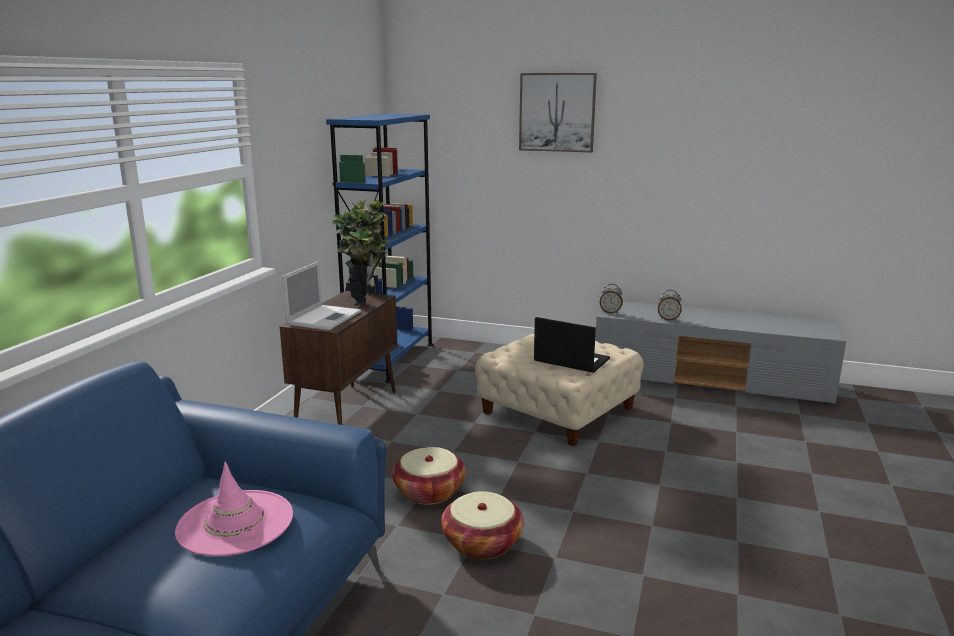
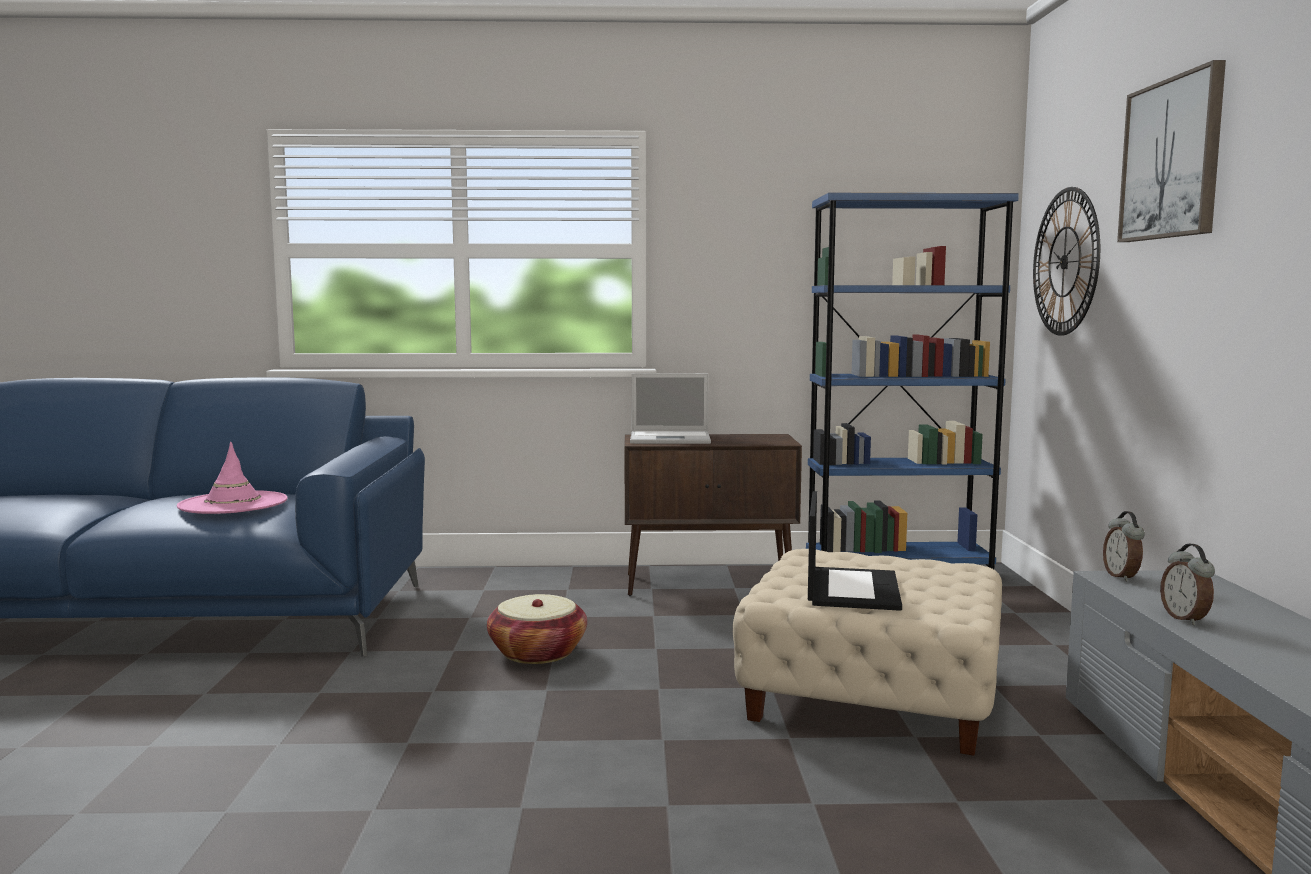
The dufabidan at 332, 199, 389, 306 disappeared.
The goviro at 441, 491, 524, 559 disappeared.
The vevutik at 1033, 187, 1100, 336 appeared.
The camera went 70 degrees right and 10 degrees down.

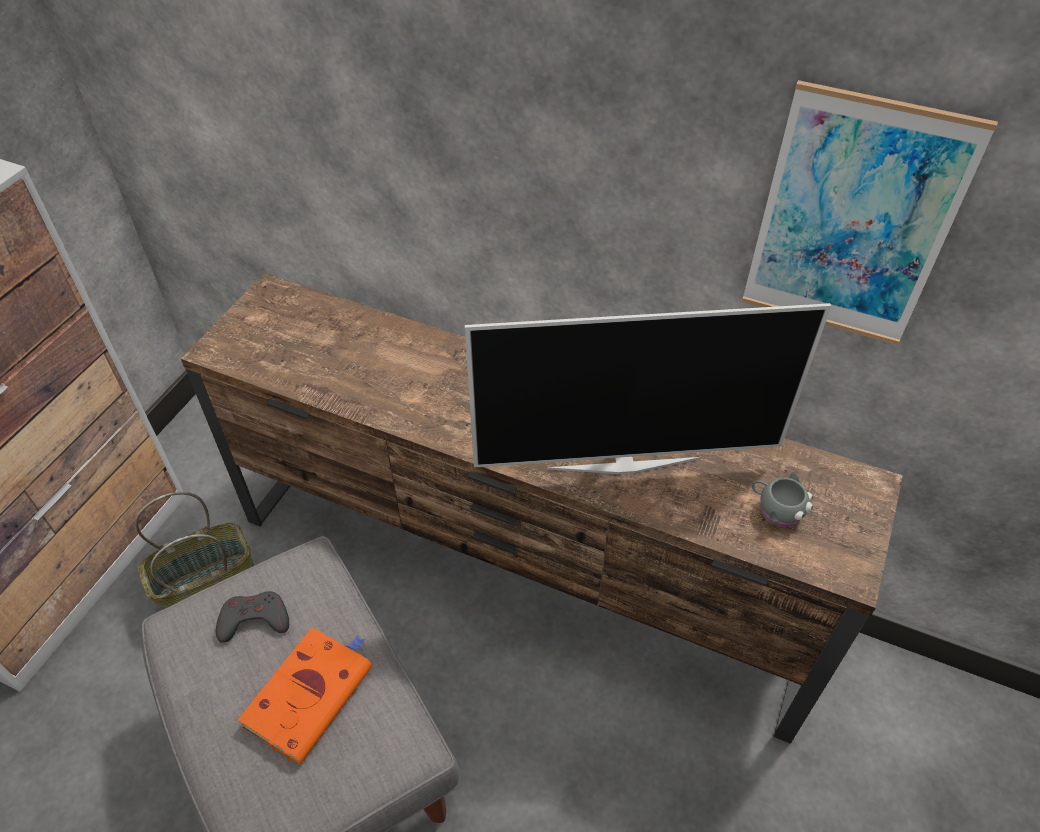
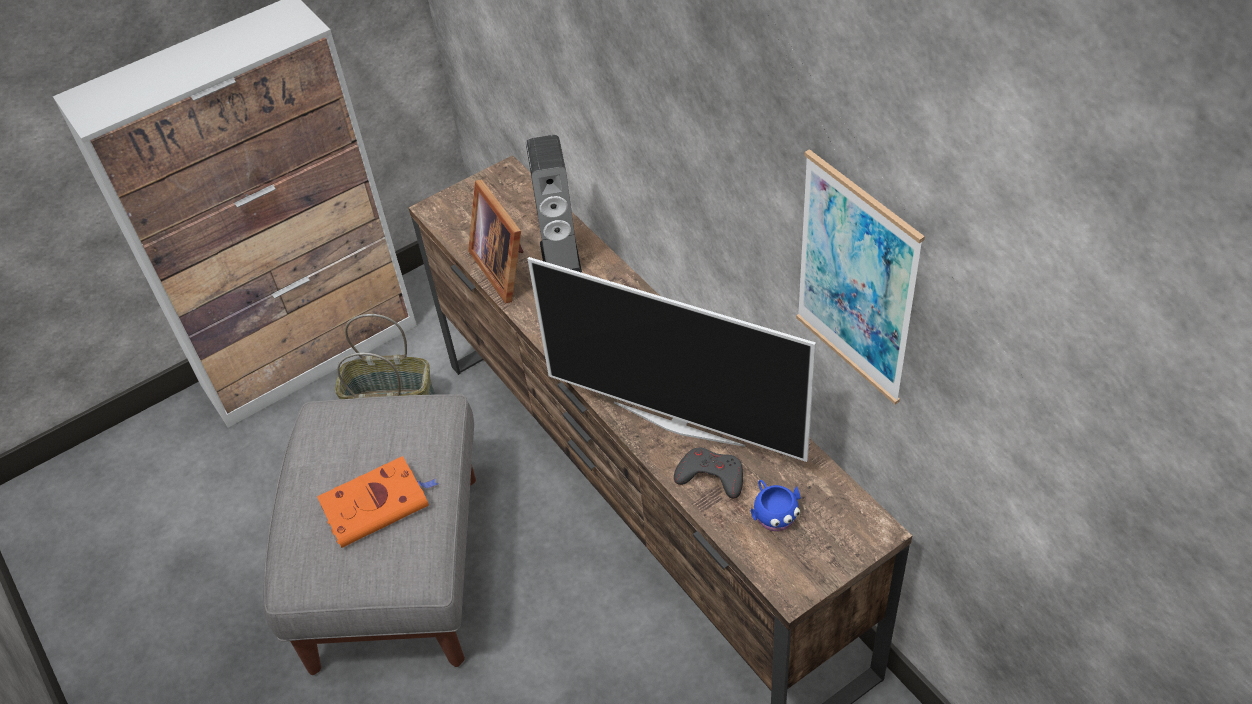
The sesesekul at 468, 179, 523, 303 appeared.
The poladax at 526, 135, 582, 273 appeared.
The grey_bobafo moved from 216, 591, 289, 643 to 674, 448, 743, 499.
The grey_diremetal at 752, 472, 813, 527 became the blue_diremetal at 751, 480, 801, 532.
The camera went 35 degrees right and 0 degrees up.

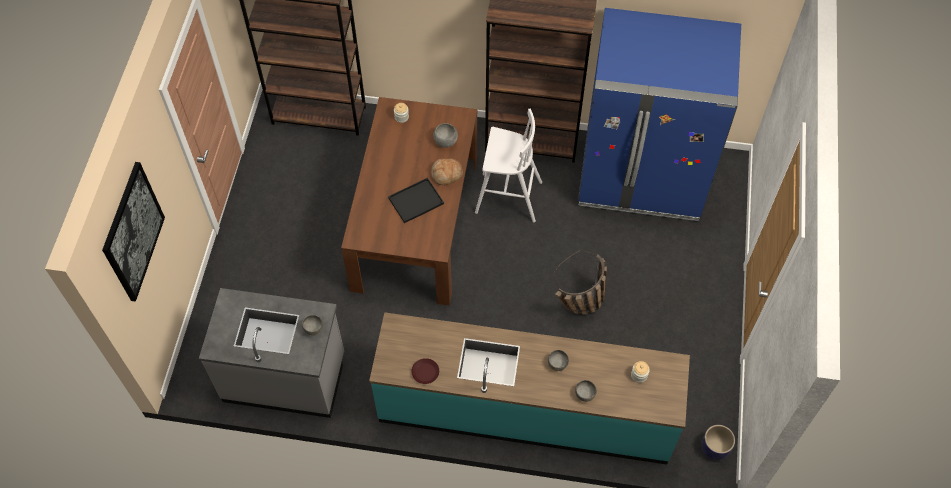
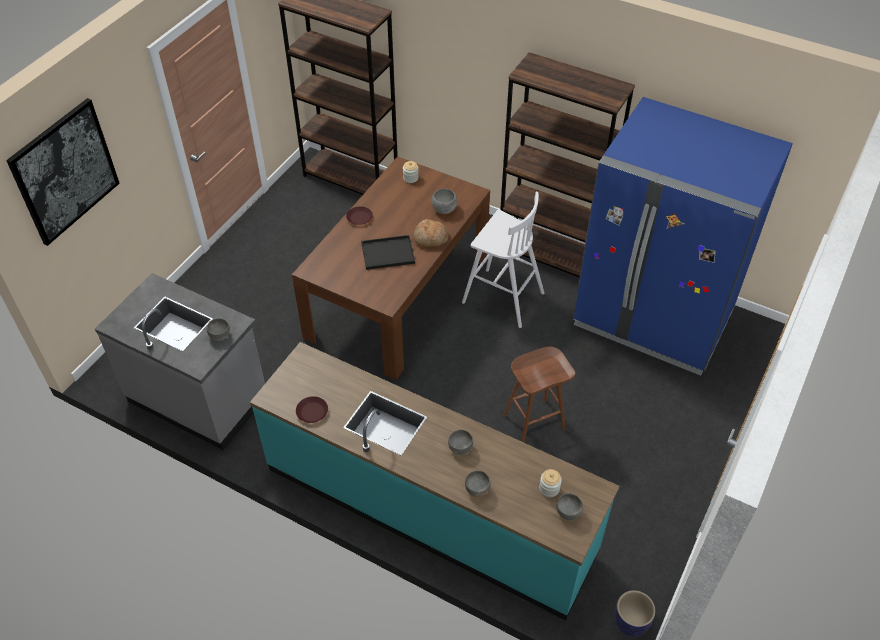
The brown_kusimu at 346, 206, 373, 225 appeared.
The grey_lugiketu at 556, 493, 583, 520 appeared.
The goviro at 553, 249, 607, 315 was replaced by the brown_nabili at 503, 347, 575, 442.
The camera went 20 degrees right and 10 degrees down.

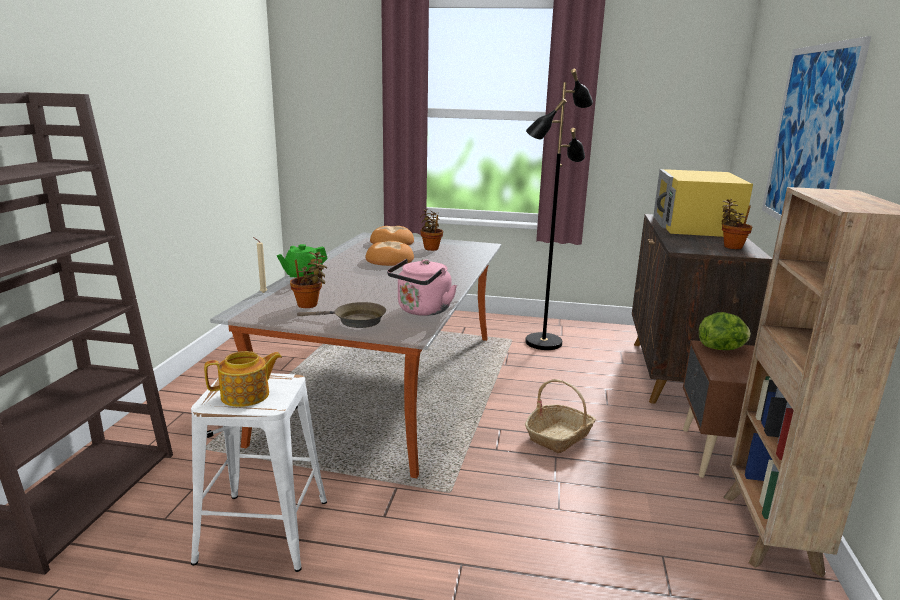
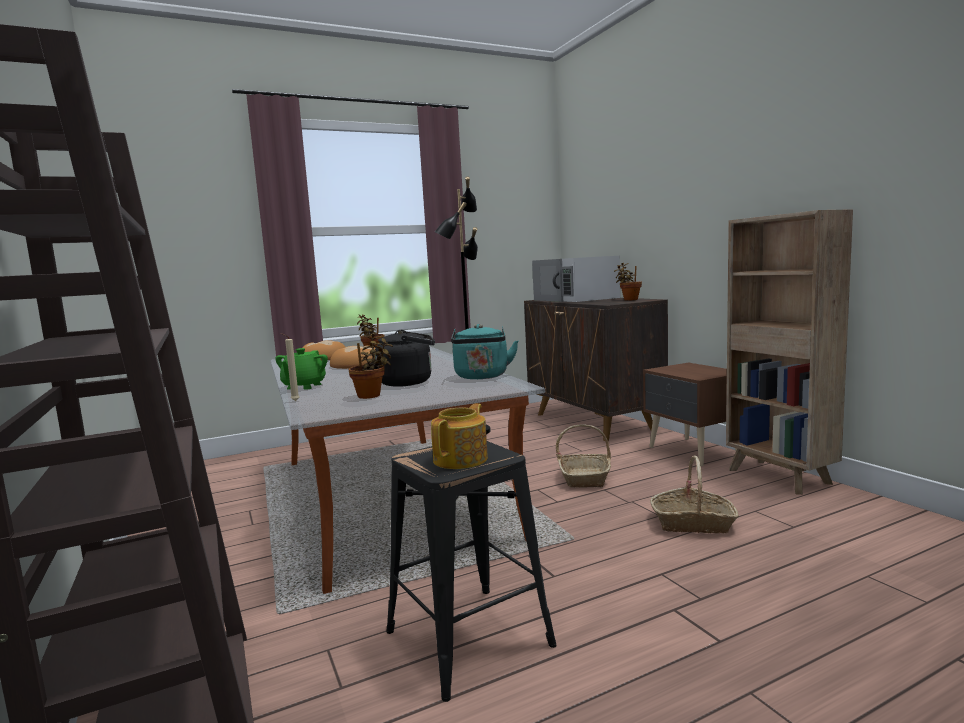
The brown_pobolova at 297, 302, 386, 328 disappeared.
The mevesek at 699, 312, 751, 350 disappeared.
The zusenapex at 762, 36, 871, 221 disappeared.
The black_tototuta at 375, 330, 435, 387 appeared.
The goviro at 650, 455, 739, 534 appeared.
The white_nabili at 191, 373, 327, 572 became the black_nabili at 386, 441, 557, 702.
The pink_tototuta at 387, 259, 457, 316 became the turquoise_tototuta at 451, 324, 518, 379.
The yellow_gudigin at 653, 169, 753, 237 became the white_gudigin at 532, 256, 620, 302.
The camera went 35 degrees left and 10 degrees down.

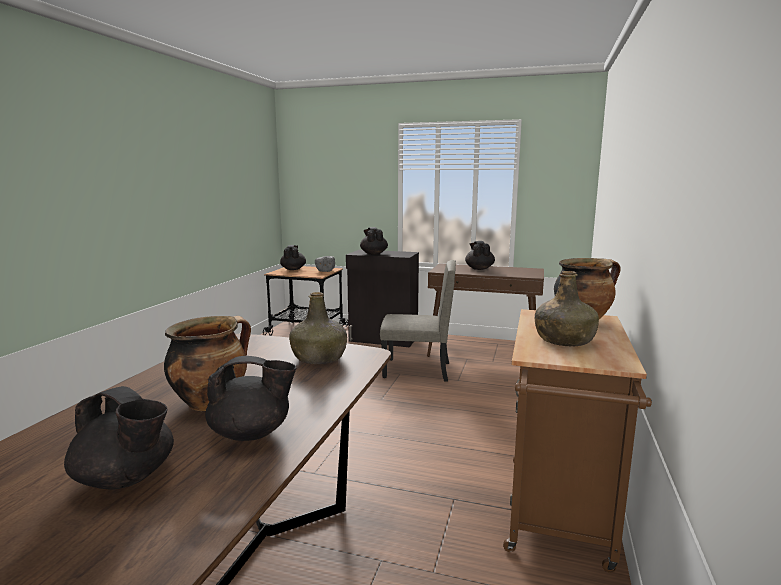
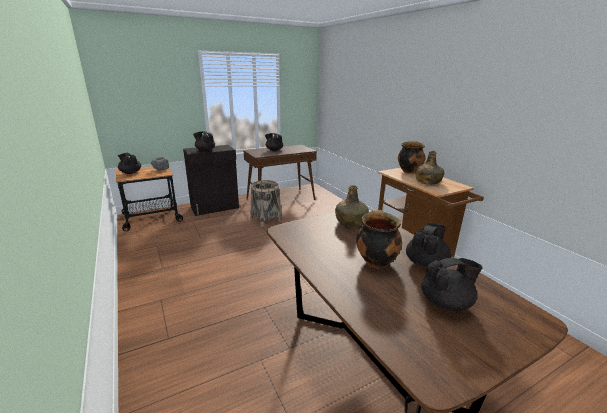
The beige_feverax at 380, 260, 456, 382 was replaced by the goviro at 250, 180, 282, 227.
The camera went 45 degrees left and 10 degrees up.

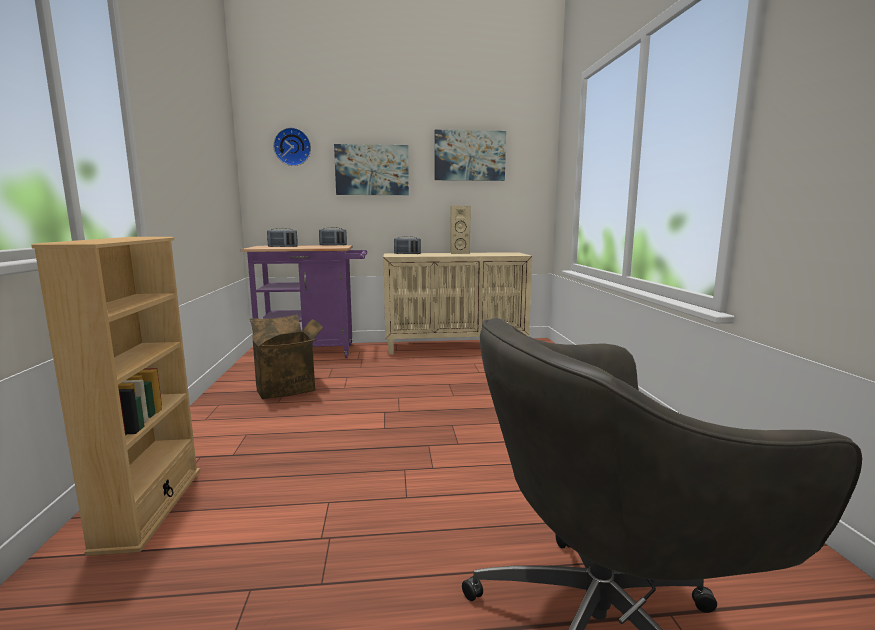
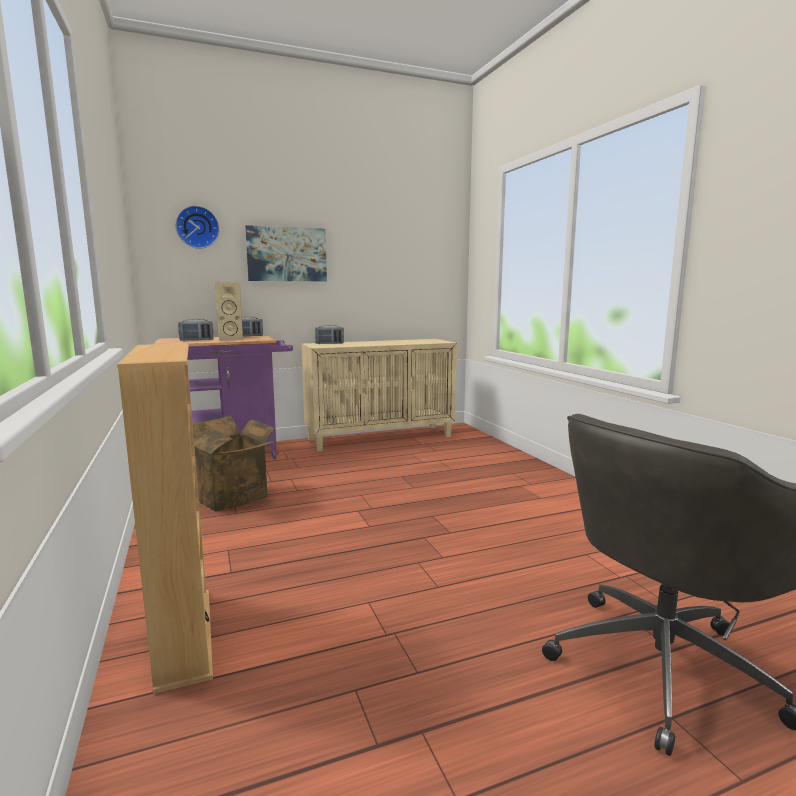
The zusenapex at 434, 130, 506, 181 disappeared.
The beige_poladax moved from 450, 206, 471, 254 to 215, 282, 243, 341.
The camera went 15 degrees left and 0 degrees up.

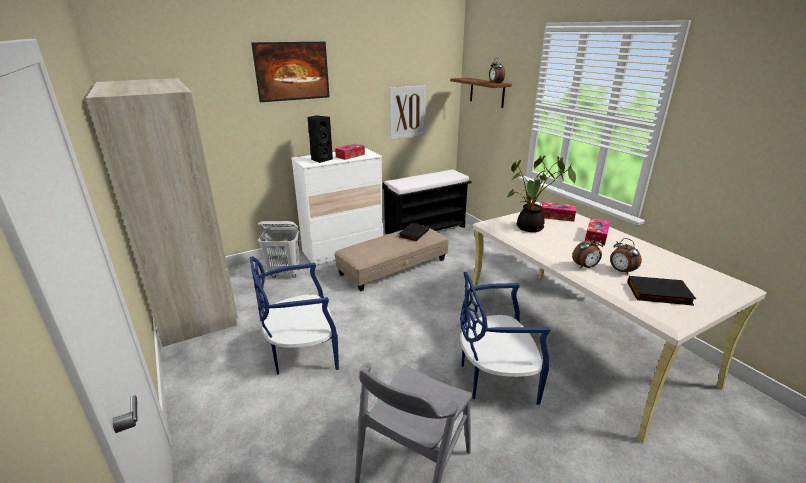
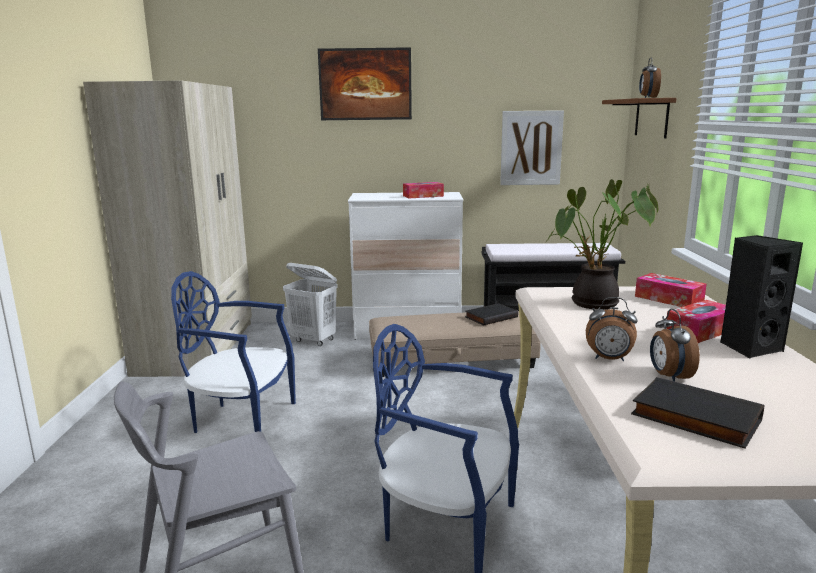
The black_poladax moved from 307, 115, 333, 163 to 720, 235, 803, 358.
The camera went 30 degrees right and 10 degrees down.

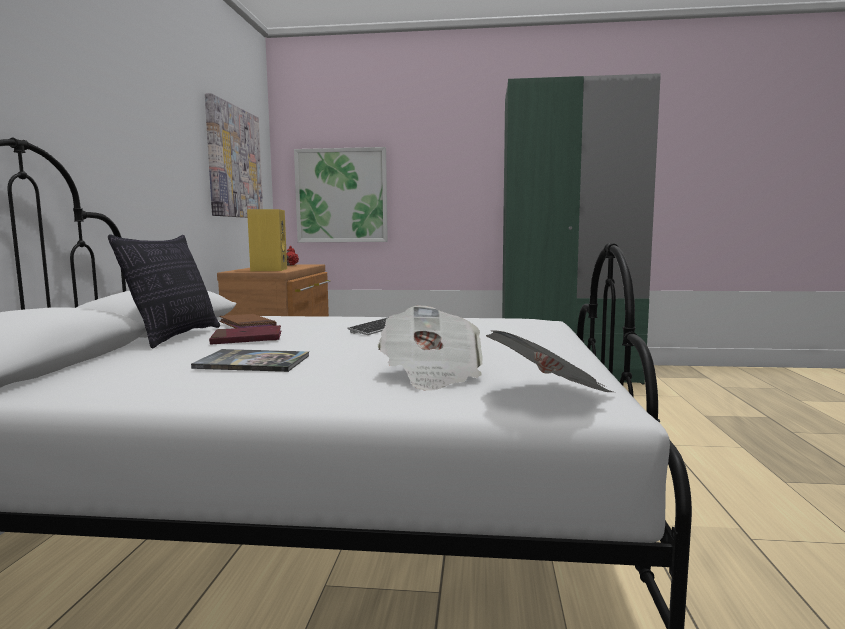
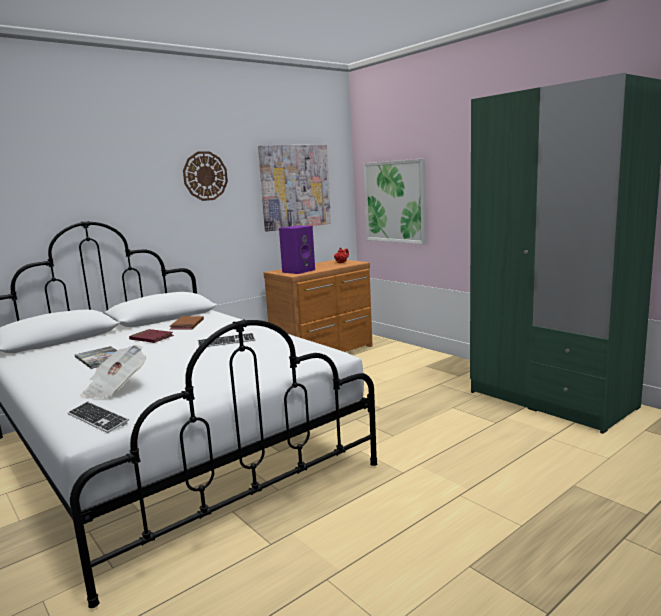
The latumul at 108, 235, 220, 348 disappeared.
The vevutik at 183, 151, 228, 201 appeared.
The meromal at 486, 330, 613, 392 was replaced by the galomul at 68, 401, 129, 433.
The yellow_poladax at 247, 209, 287, 271 became the purple_poladax at 279, 226, 315, 274.
The camera went 45 degrees right and 5 degrees up.

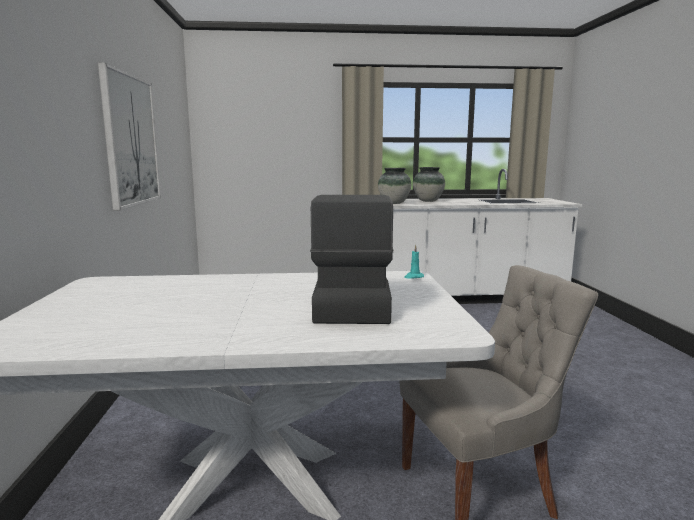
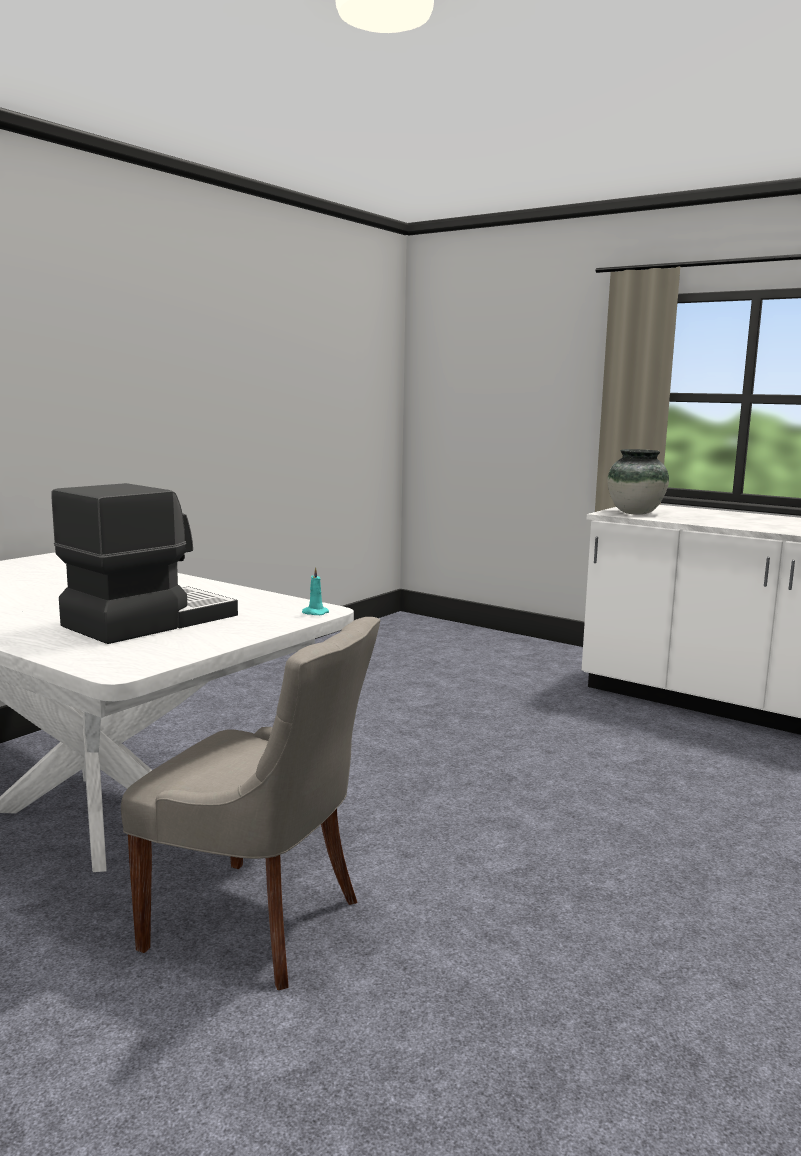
The zusenapex at 98, 63, 161, 211 disappeared.
The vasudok at 413, 167, 445, 202 disappeared.
The camera went 40 degrees right and 0 degrees up.

